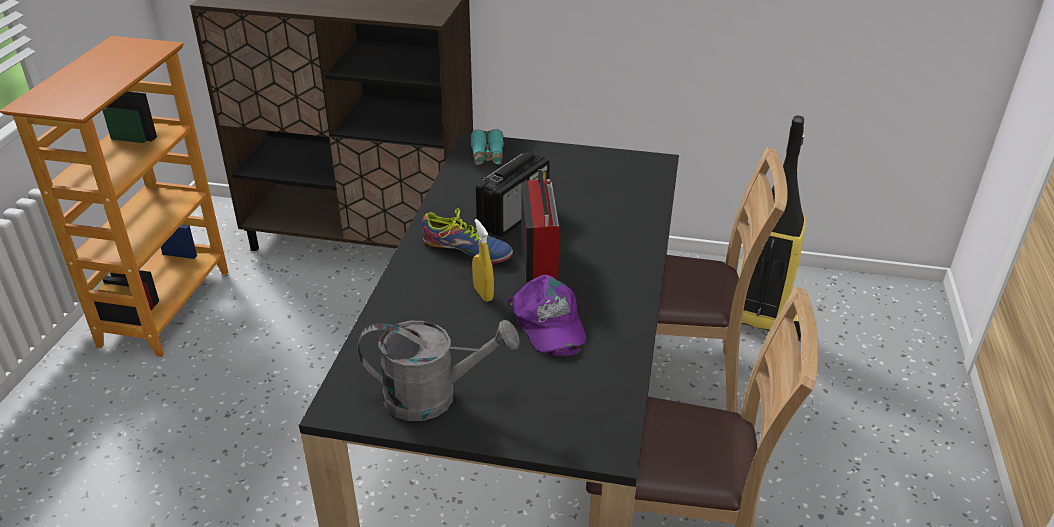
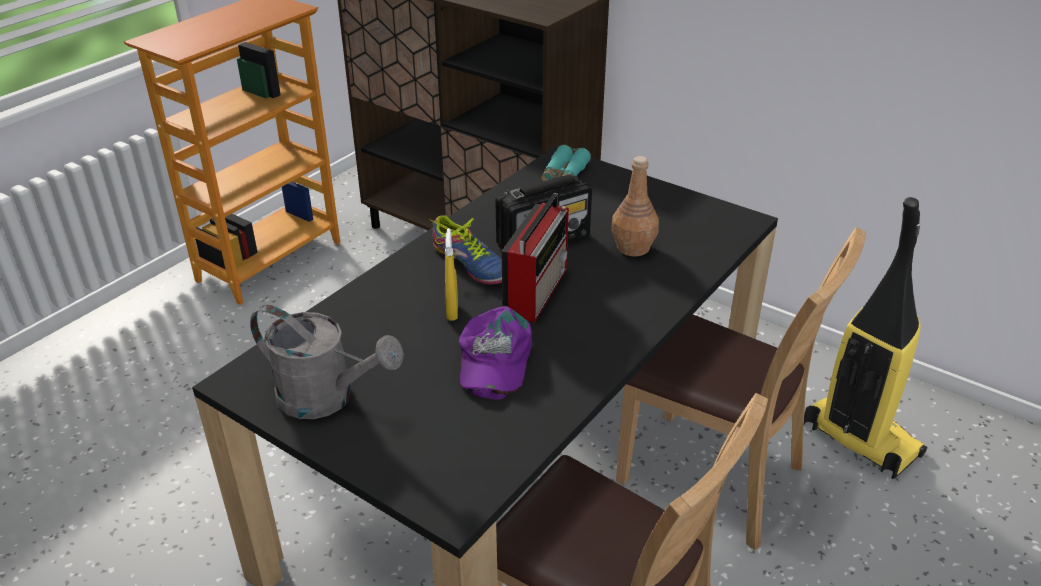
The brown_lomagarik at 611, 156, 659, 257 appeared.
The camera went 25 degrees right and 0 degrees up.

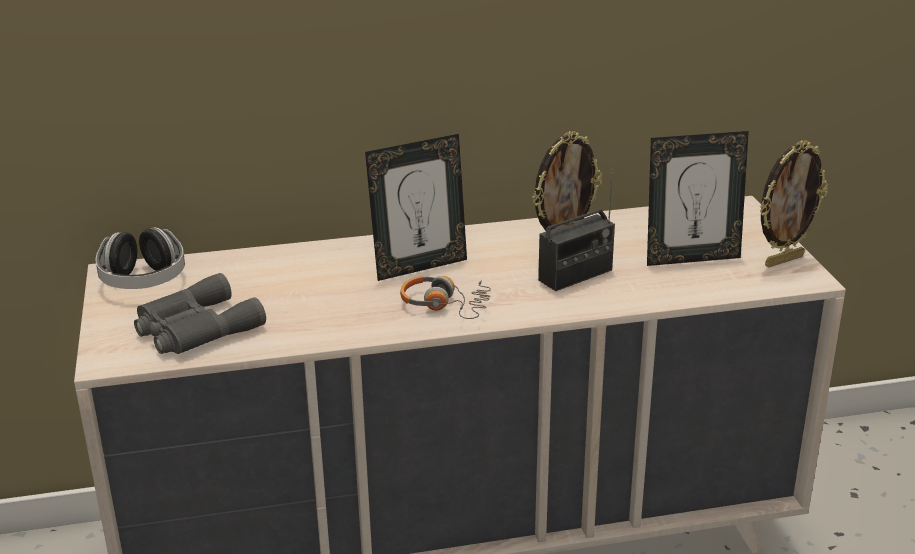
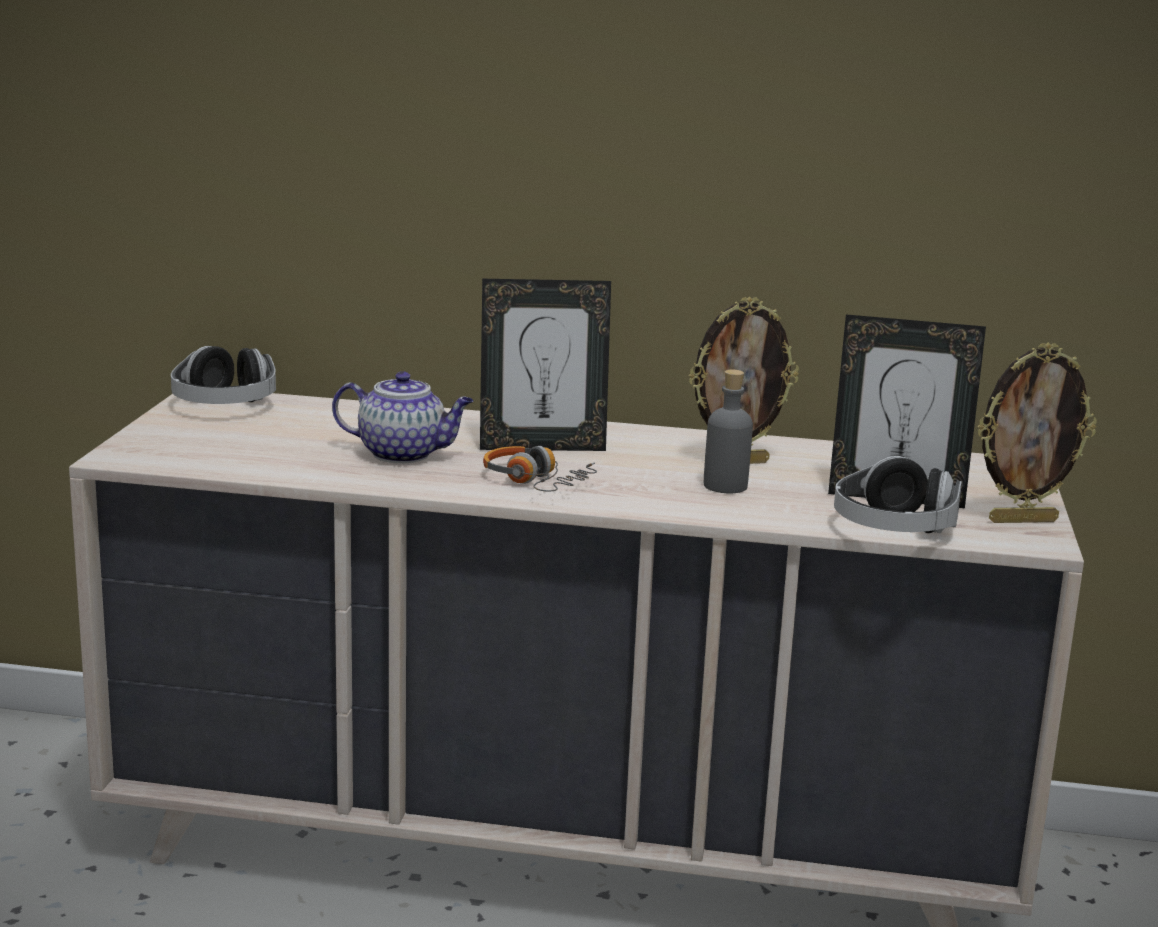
The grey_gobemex at 134, 273, 266, 354 disappeared.
The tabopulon at 332, 371, 474, 463 appeared.
The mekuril at 834, 456, 962, 533 appeared.
The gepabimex at 538, 169, 615, 291 was replaced by the grey_lomagarik at 704, 370, 753, 493.
The camera went 20 degrees right and 10 degrees down.

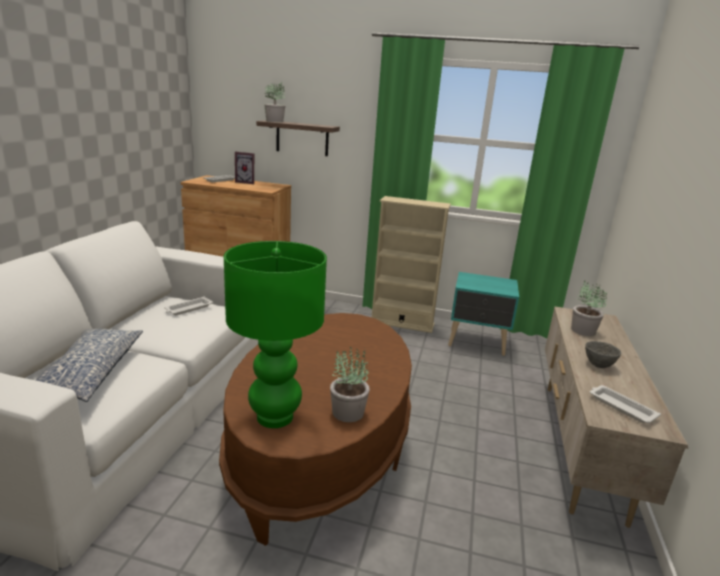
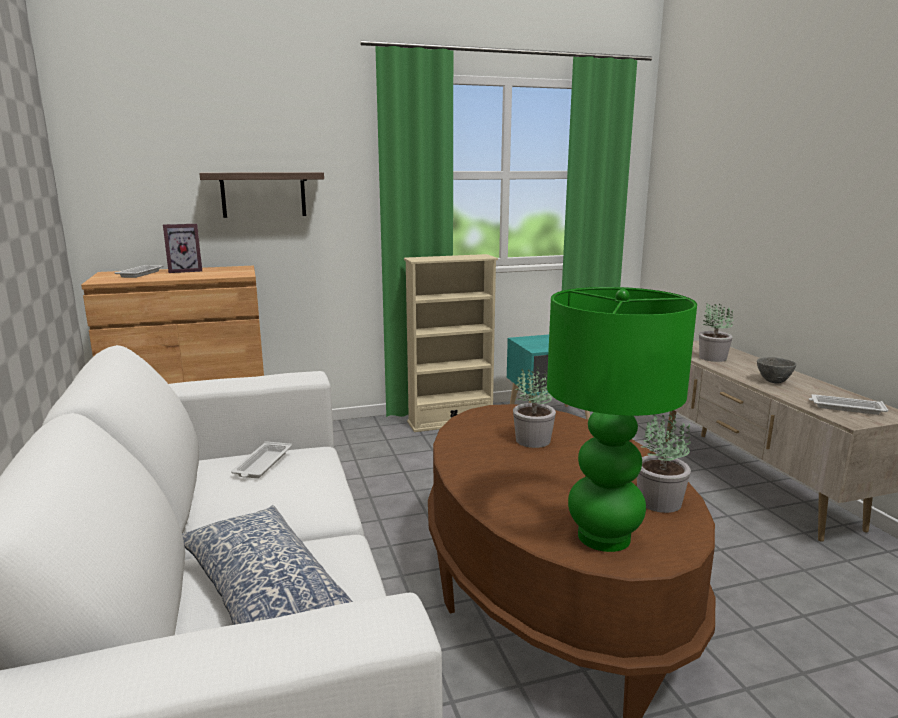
The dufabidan moved from 264, 82, 285, 122 to 513, 366, 556, 448.
The camera went 30 degrees left and 5 degrees down.

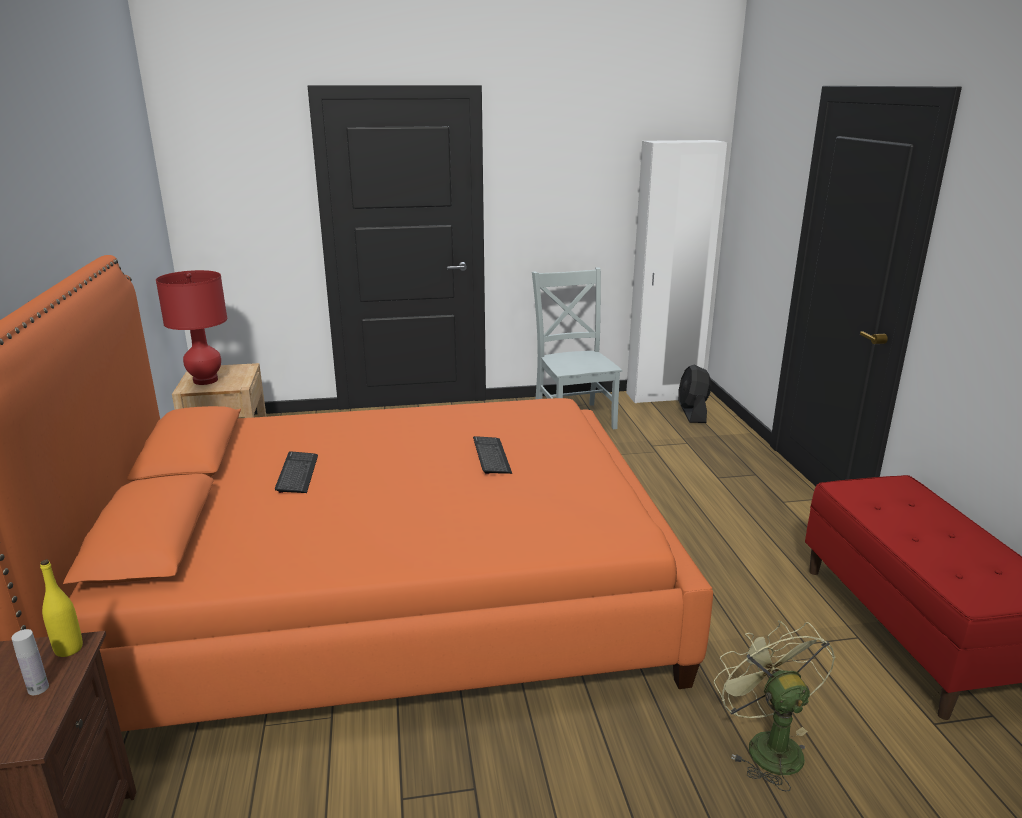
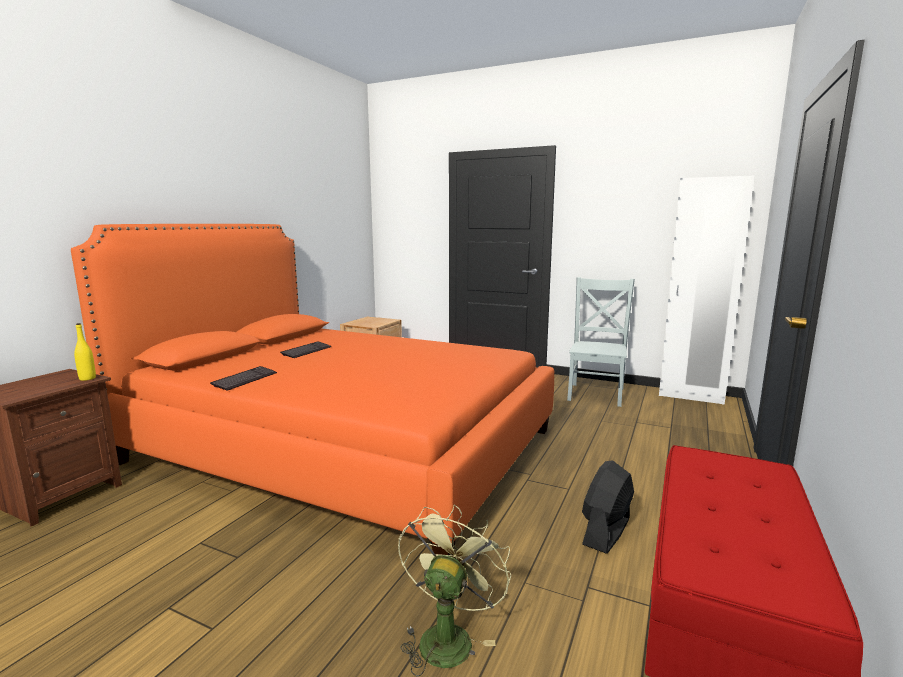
The white_lomagarik at 11, 629, 49, 695 disappeared.
The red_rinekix at 156, 270, 228, 385 disappeared.
The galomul moved from 473, 436, 512, 474 to 210, 366, 277, 391.
The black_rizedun moved from 678, 365, 711, 423 to 582, 460, 634, 554.
The camera went 35 degrees right and 10 degrees down.

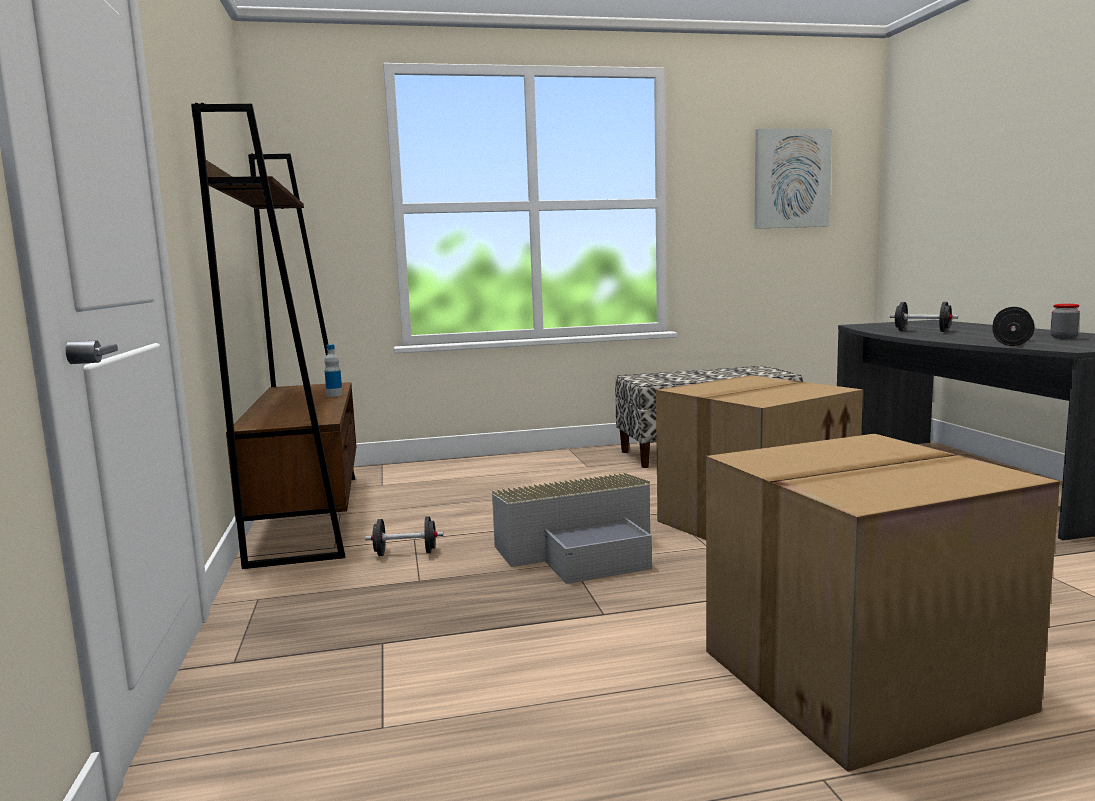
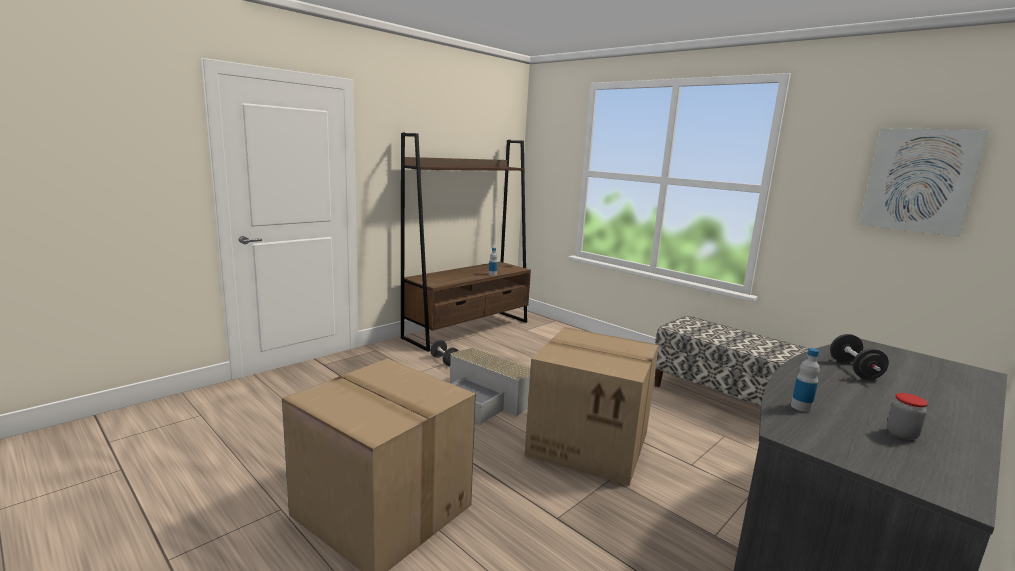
The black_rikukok at 992, 307, 1035, 346 was replaced by the lomagarik at 791, 348, 820, 412.
The camera went 55 degrees right and 5 degrees up.

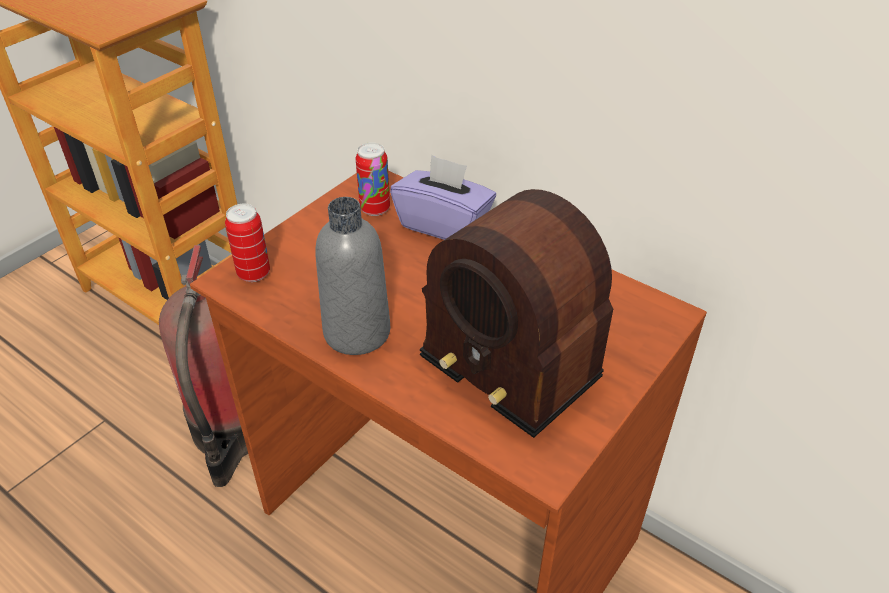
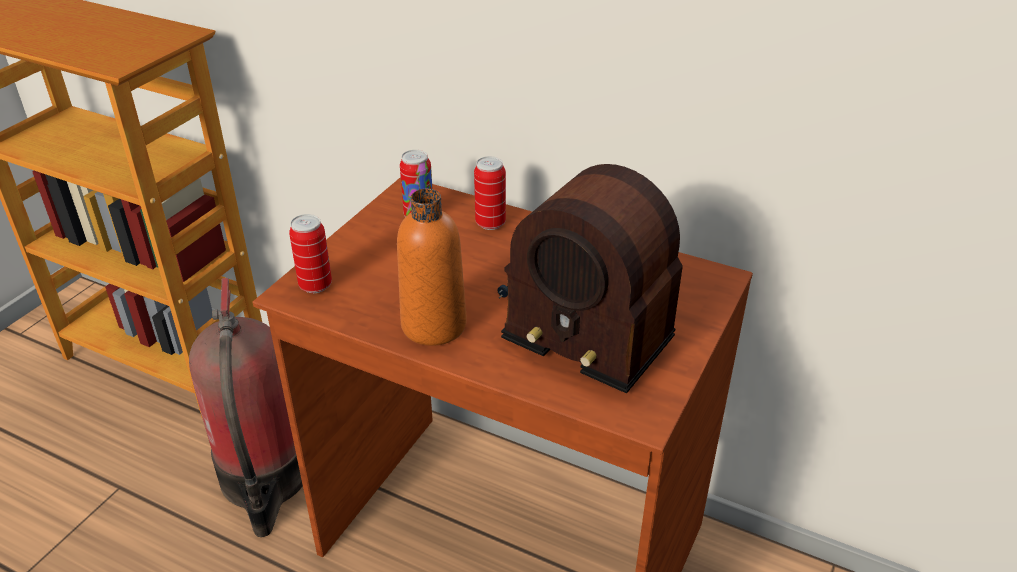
The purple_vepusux at 390, 155, 496, 240 was replaced by the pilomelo at 474, 156, 506, 230.
The grey_lomagarik at 315, 197, 390, 355 became the orange_lomagarik at 397, 189, 467, 346.
The camera went 10 degrees left and 5 degrees down.

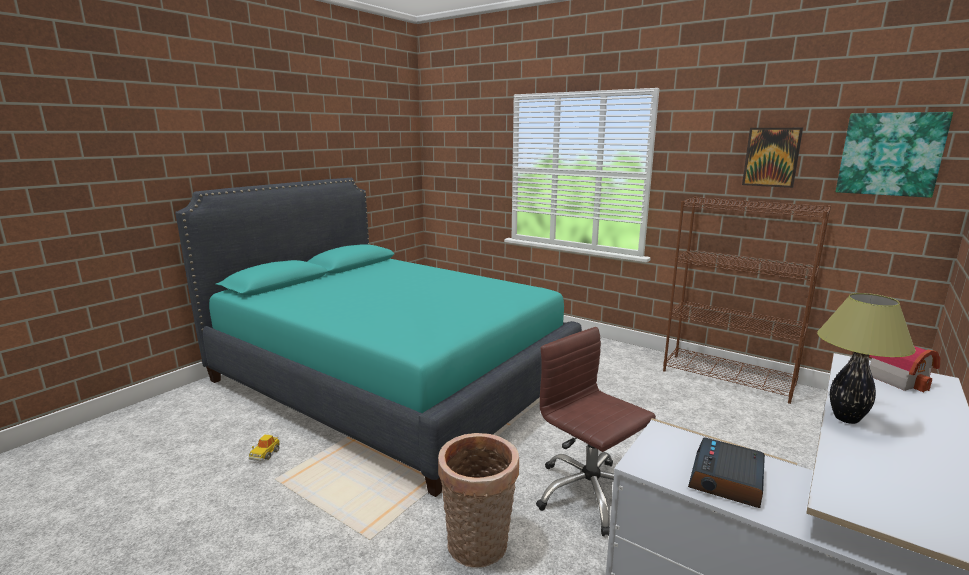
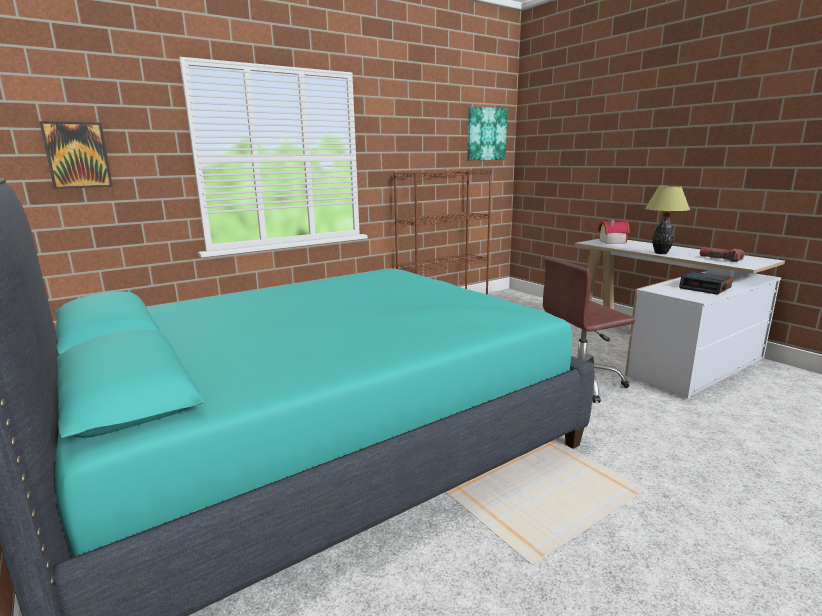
The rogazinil at 249, 435, 280, 462 disappeared.
The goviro at 438, 433, 519, 568 disappeared.
The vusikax at 700, 247, 745, 262 appeared.
The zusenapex moved from 742, 128, 803, 188 to 39, 121, 113, 189.
The camera went 70 degrees left and 0 degrees up.

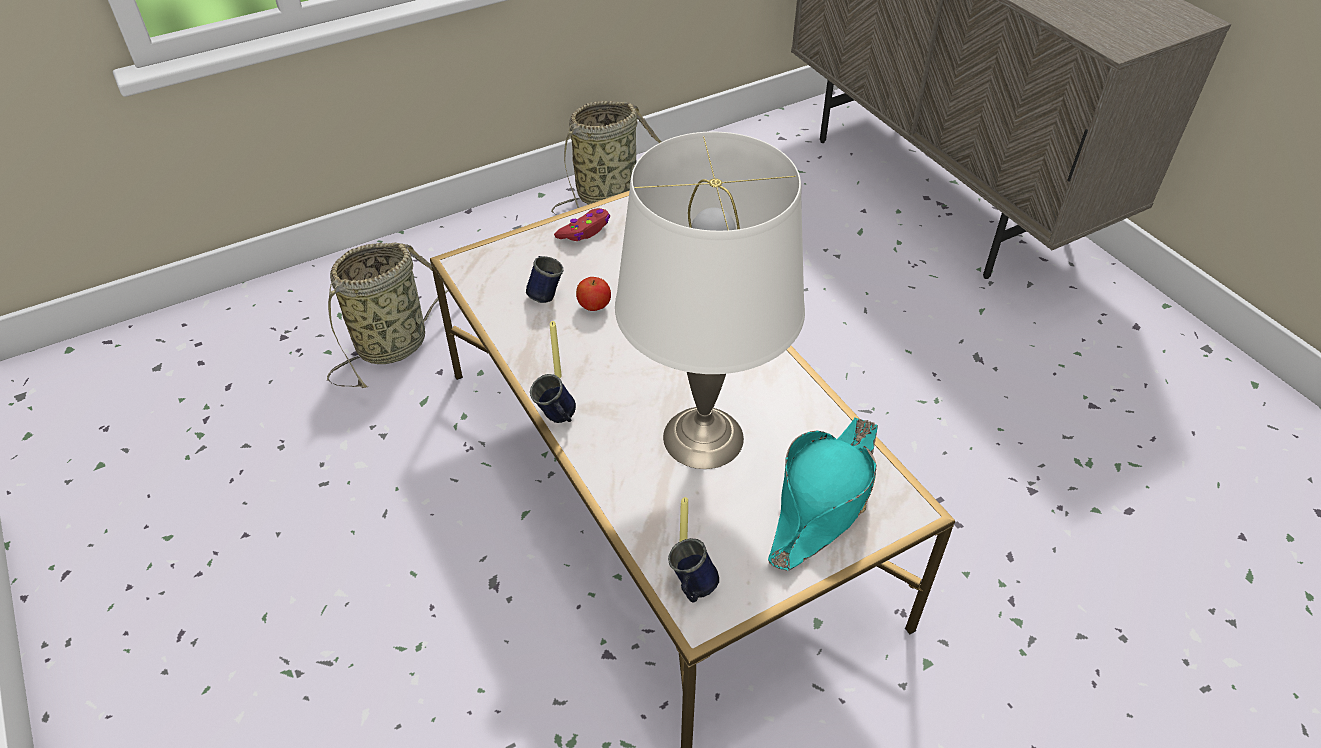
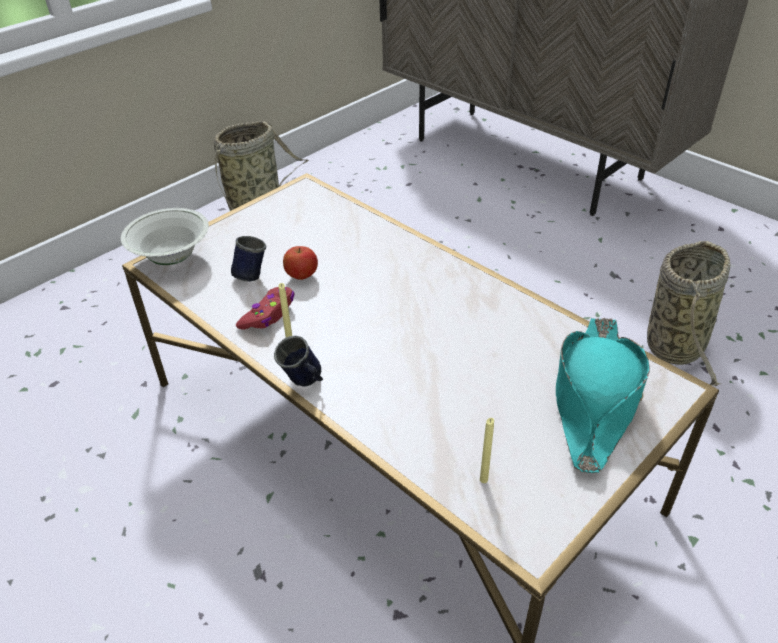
The white_rinekix at 615, 132, 805, 469 disappeared.
The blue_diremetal at 668, 538, 719, 603 disappeared.
The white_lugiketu at 121, 208, 209, 265 appeared.
The goviro moved from 327, 242, 448, 388 to 647, 241, 730, 386.
The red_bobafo moved from 554, 208, 610, 241 to 236, 287, 295, 329.
The camera went 15 degrees left and 5 degrees down.

